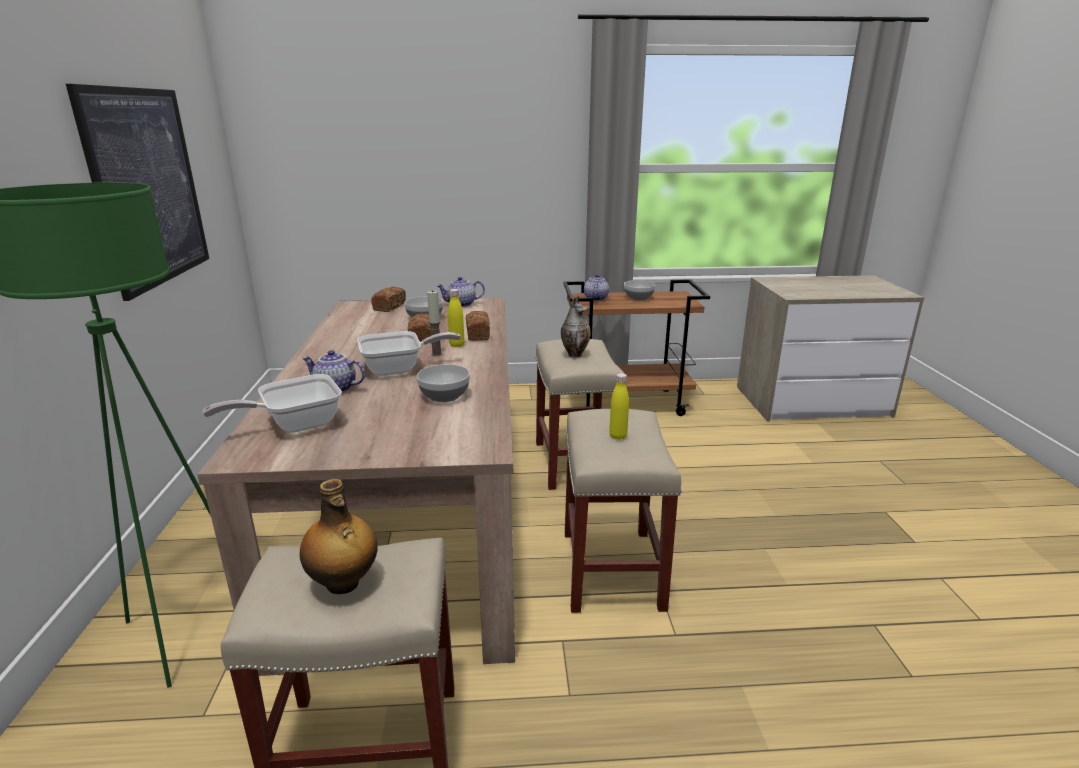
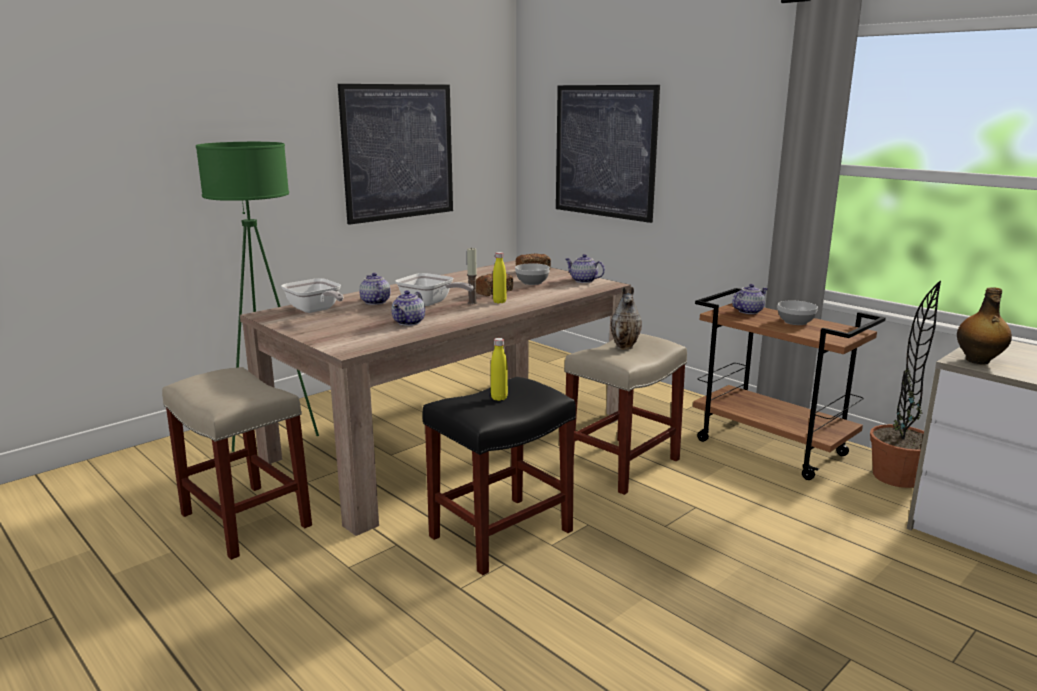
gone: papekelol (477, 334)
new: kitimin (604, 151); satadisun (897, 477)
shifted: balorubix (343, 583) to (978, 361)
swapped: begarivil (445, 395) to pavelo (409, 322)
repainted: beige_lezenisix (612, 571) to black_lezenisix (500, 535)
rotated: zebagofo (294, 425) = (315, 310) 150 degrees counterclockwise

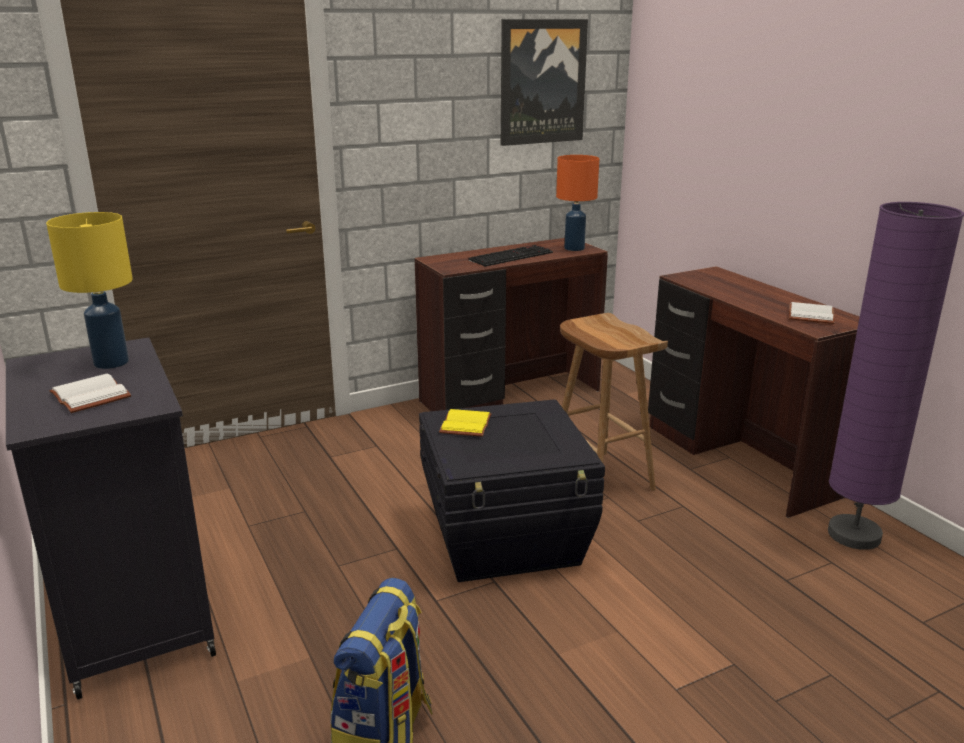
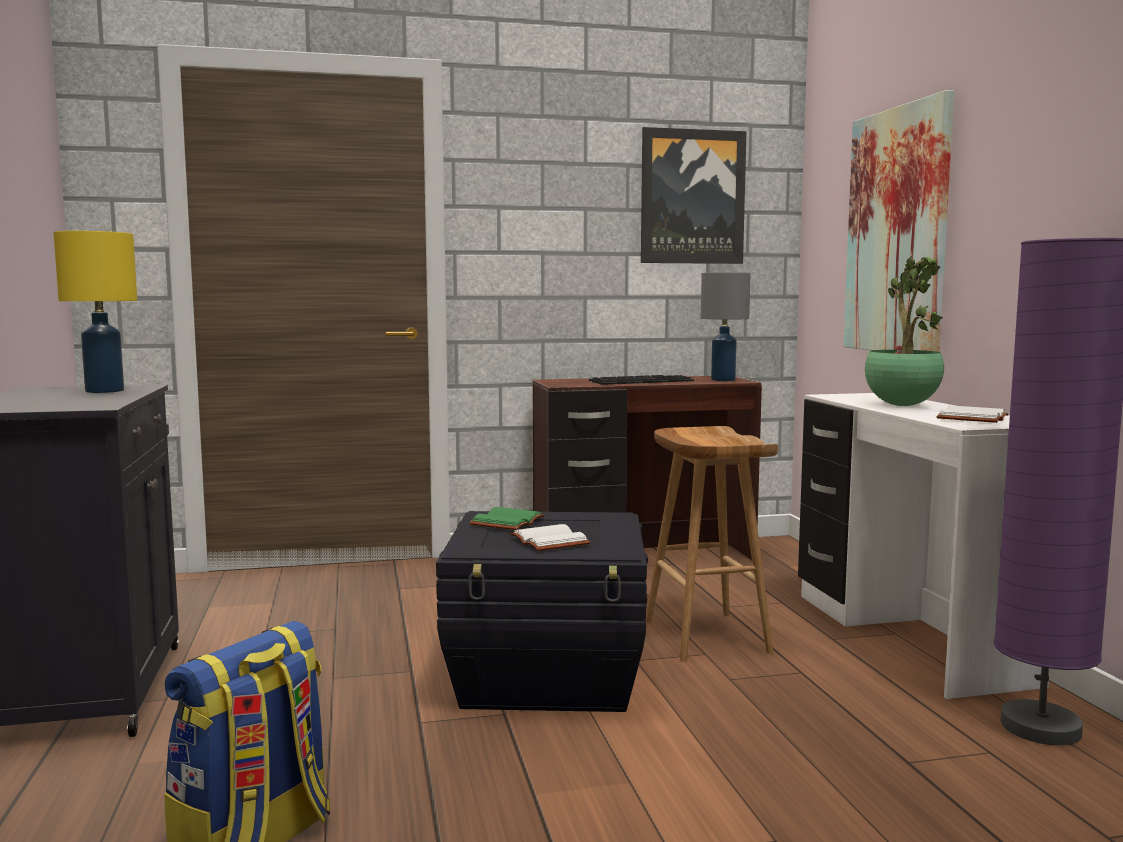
new: kitimin (897, 231); satadisun (900, 405)
shifted: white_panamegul (88, 396) to (547, 541)
repainted: yellow_panamegul (464, 424) to green_panamegul (506, 521); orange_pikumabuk (573, 248) to grey_pikumabuk (722, 380); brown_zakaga (737, 460) to white_zakaga (904, 637)

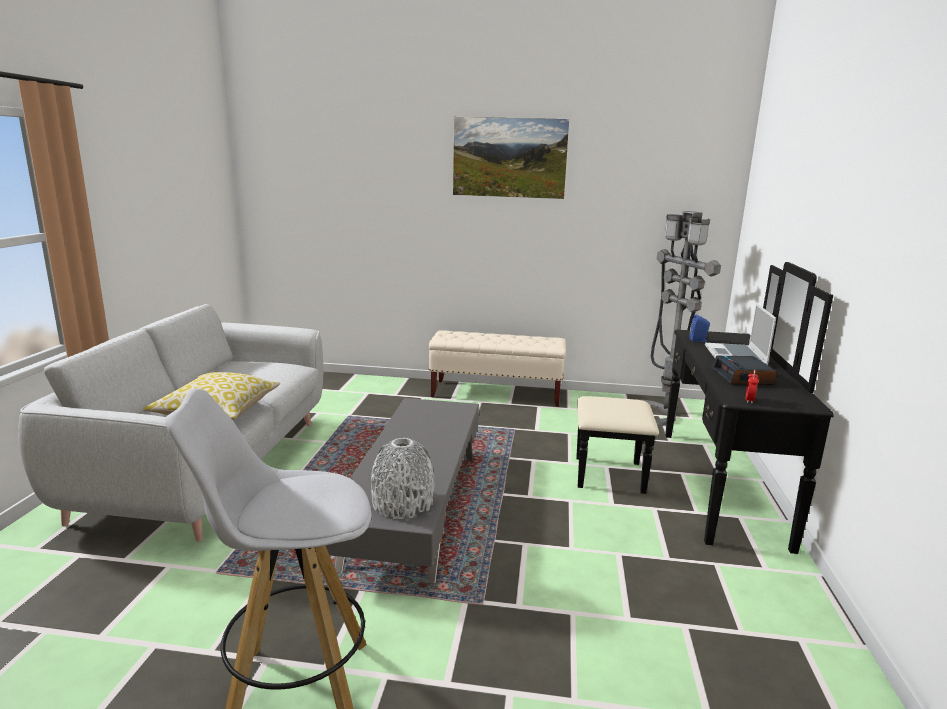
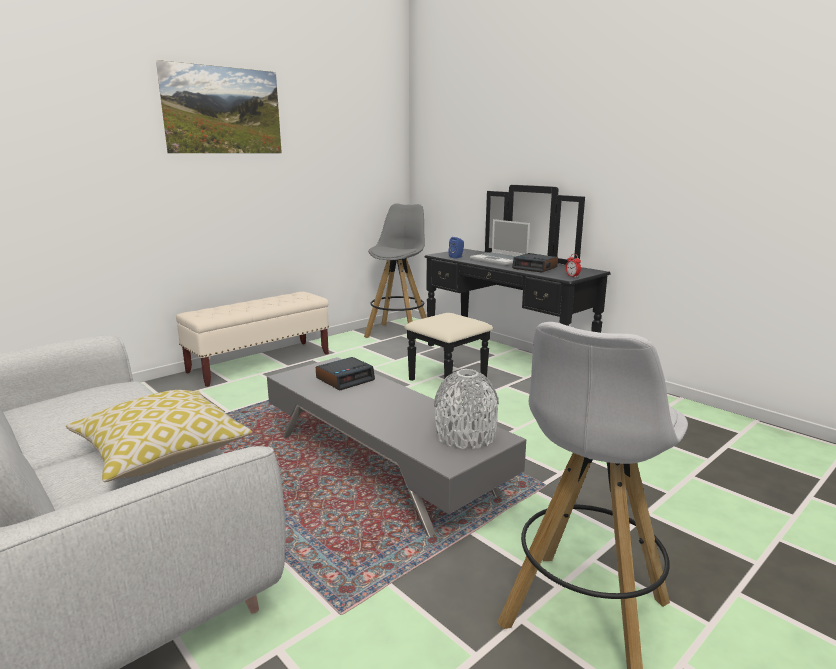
new: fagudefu (345, 379)
swapped: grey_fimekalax (662, 412) to grey_lezenisix (398, 333)

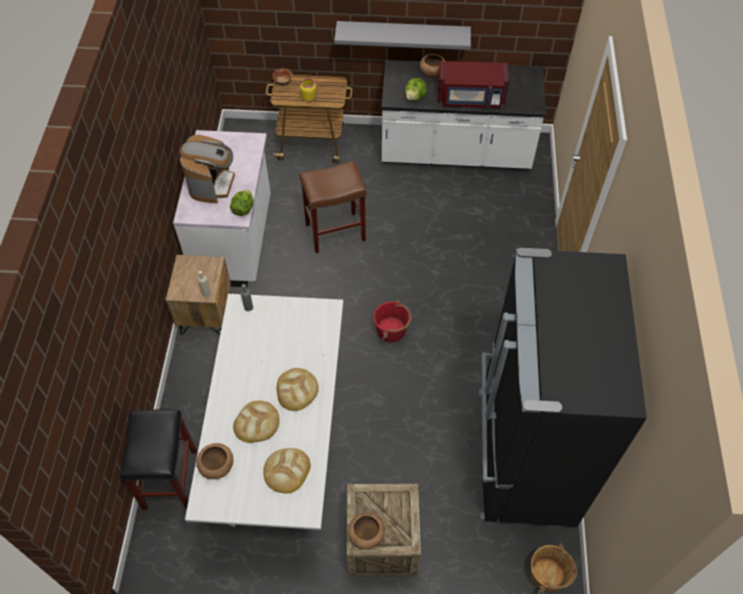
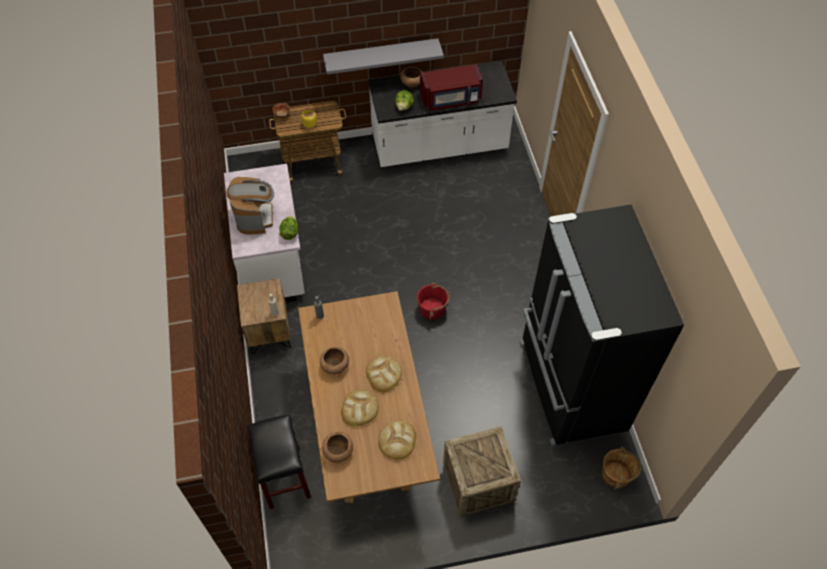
gone: brown_lezenisix (336, 231)
shifted: brown_begarivil (366, 534) to (335, 365)
repainted: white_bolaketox (278, 442) to brown_bolaketox (367, 425)

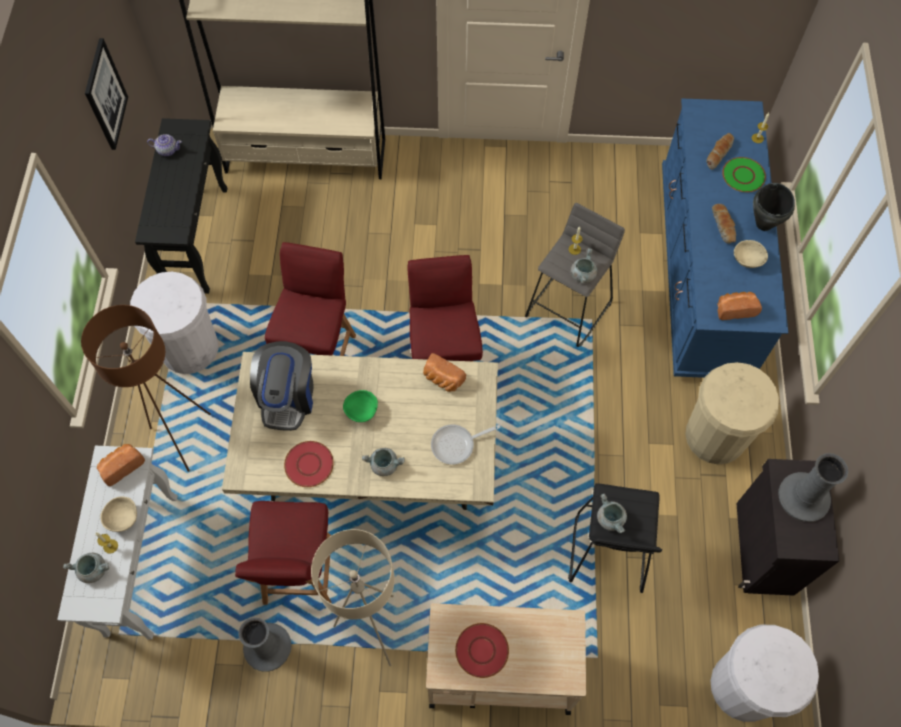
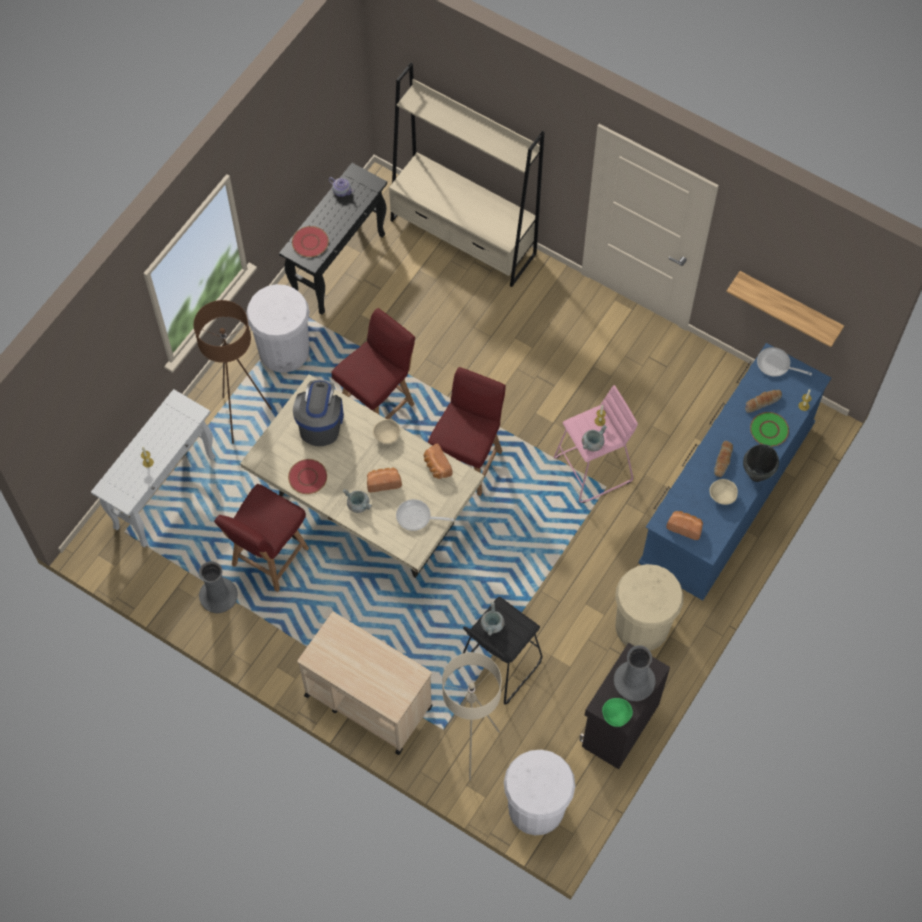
gone: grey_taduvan (93, 570); kitimin (105, 95)
new: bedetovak (789, 305); zebagofo (776, 365)
shifted: papekelol (122, 466) to (383, 482); beige_begarivil (123, 518) to (387, 436); beige_fimekalax (372, 630) to (470, 747); green_begarivil (361, 411) to (616, 715); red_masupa (481, 651) to (310, 242)
repainted: grey_lezenisix (568, 309) to pink_lezenisix (593, 469)
rotated: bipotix (287, 397) = (320, 423) 150 degrees clockwise

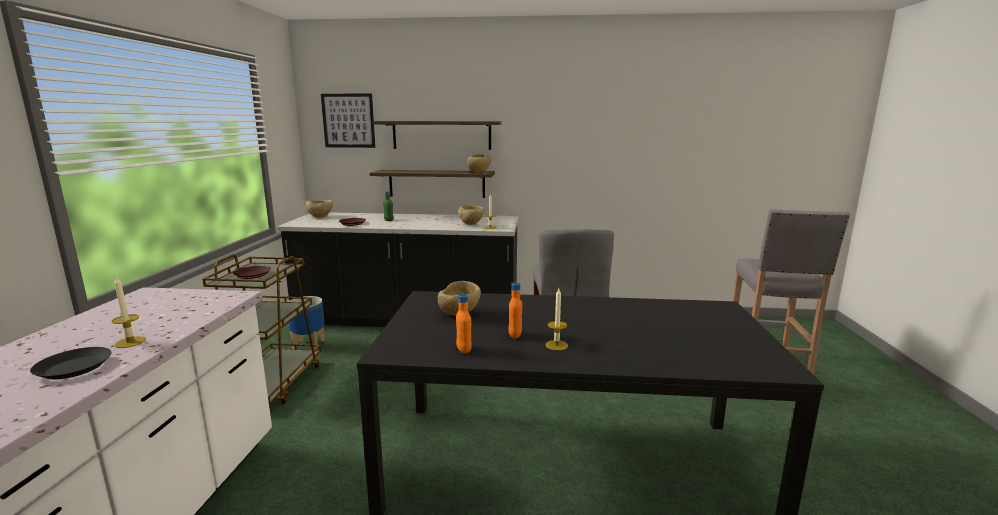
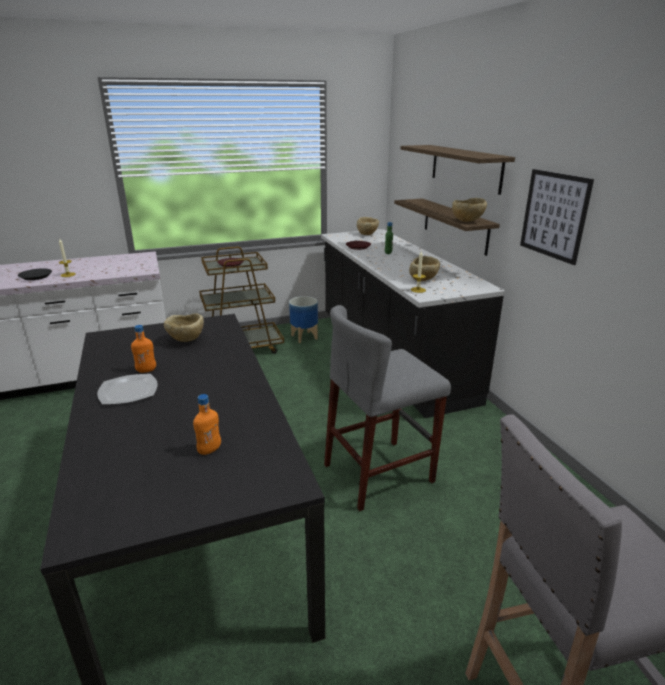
shifted: kitimin (348, 120) to (554, 215); orange_balorubix (464, 350) to (209, 450)
swapped: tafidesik (556, 345) to masupa (128, 391)

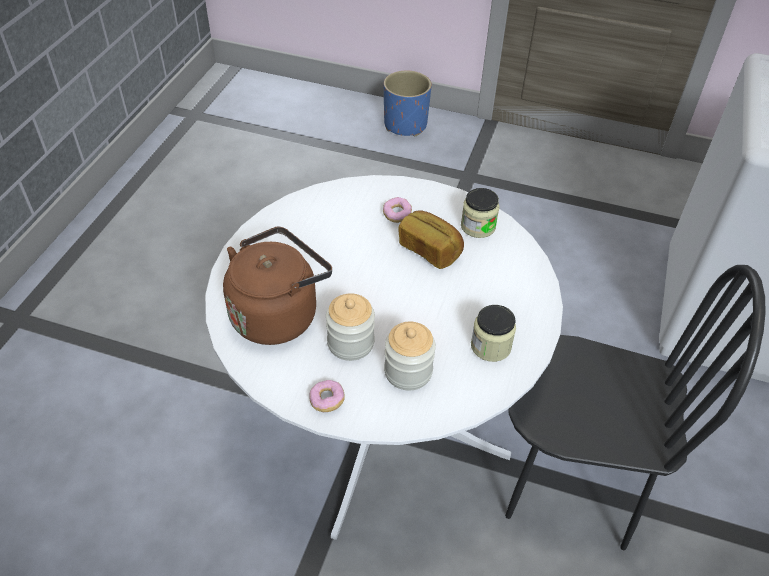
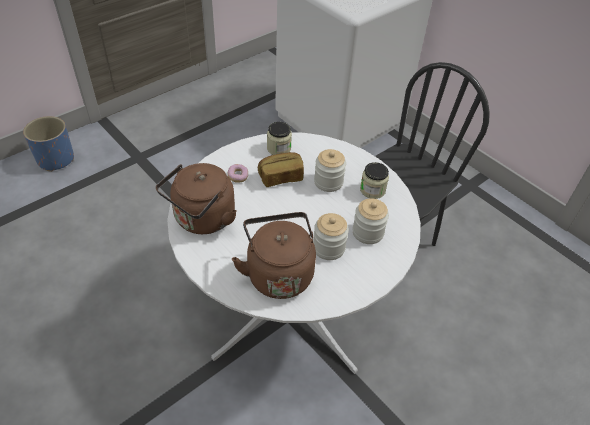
gone: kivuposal (327, 400)
new: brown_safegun (202, 220); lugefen (328, 182)

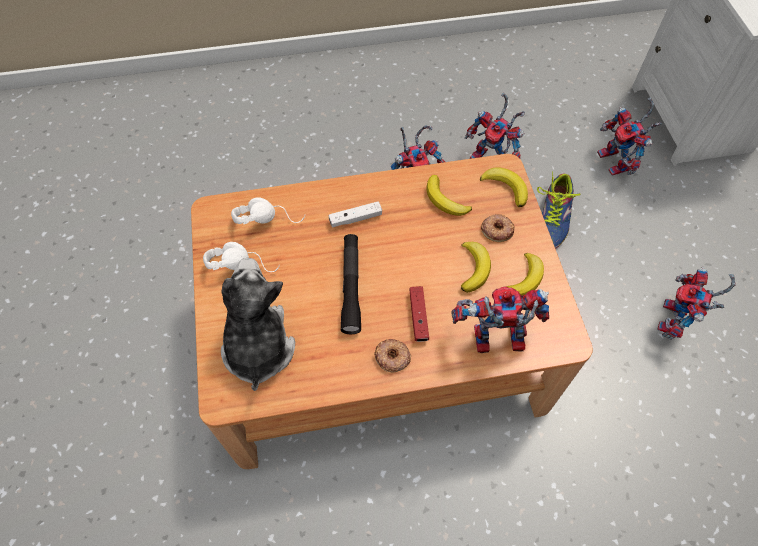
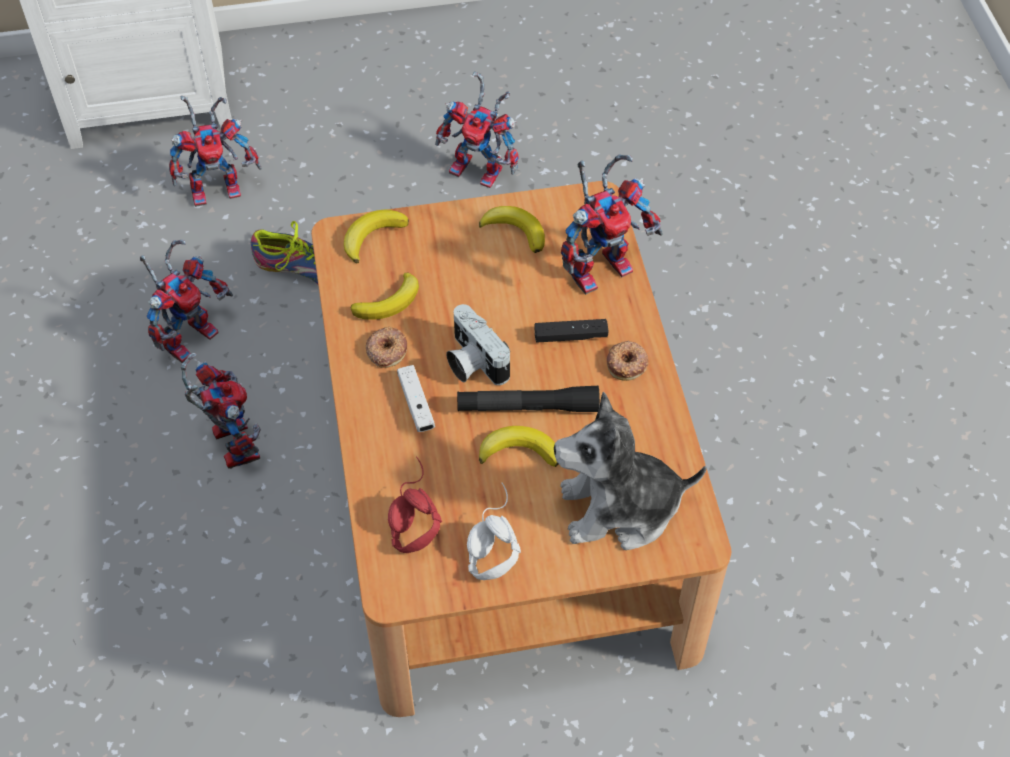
new: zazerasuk (472, 362)
shifted: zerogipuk (474, 268) to (519, 451); kivuposal (497, 230) to (386, 350)
repainted: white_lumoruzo (269, 217) to red_lumoruzo (409, 512); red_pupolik (418, 317) to black_pupolik (570, 336)
rotated: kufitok (494, 342) = (602, 265) 120 degrees counterclockwise

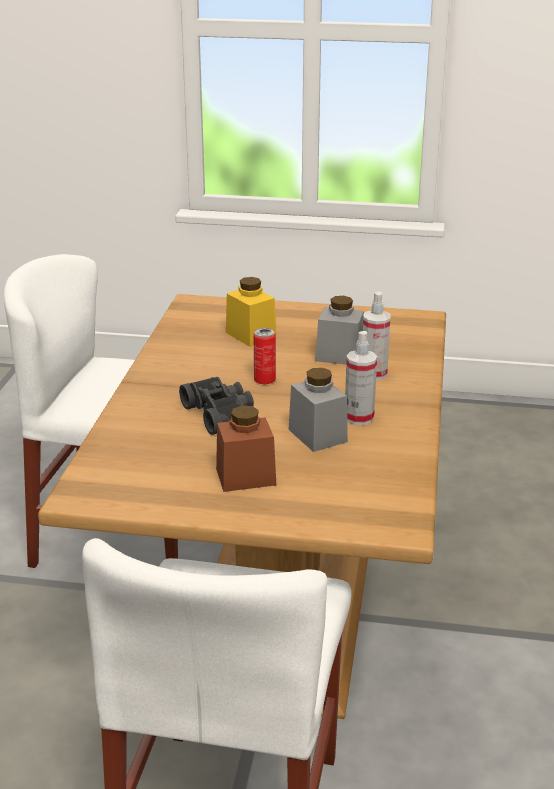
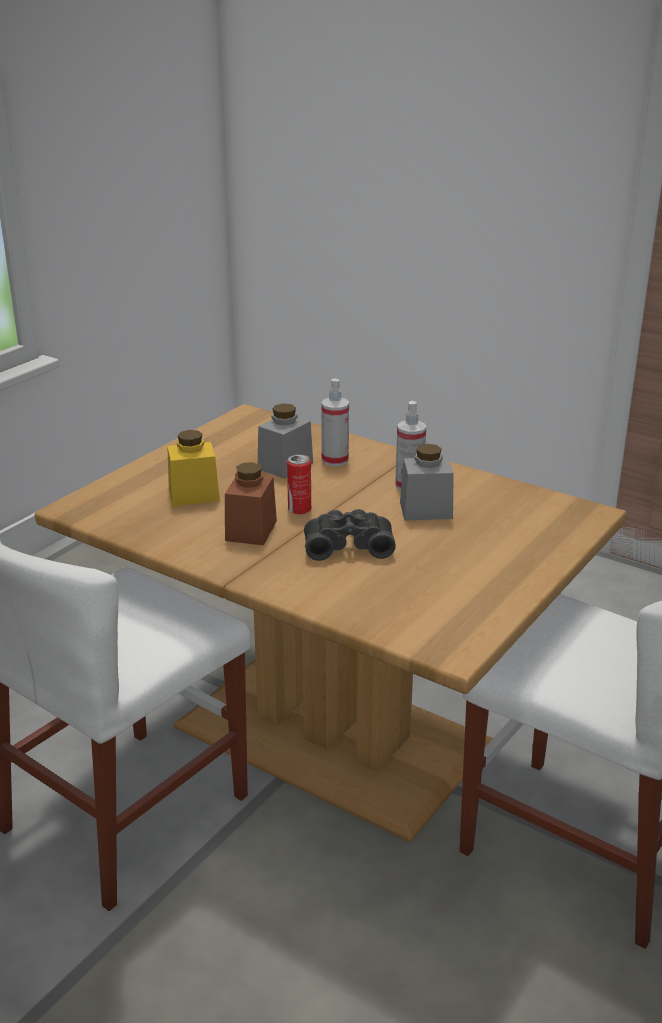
shifted: brown_lugefen (246, 477) to (251, 531)

